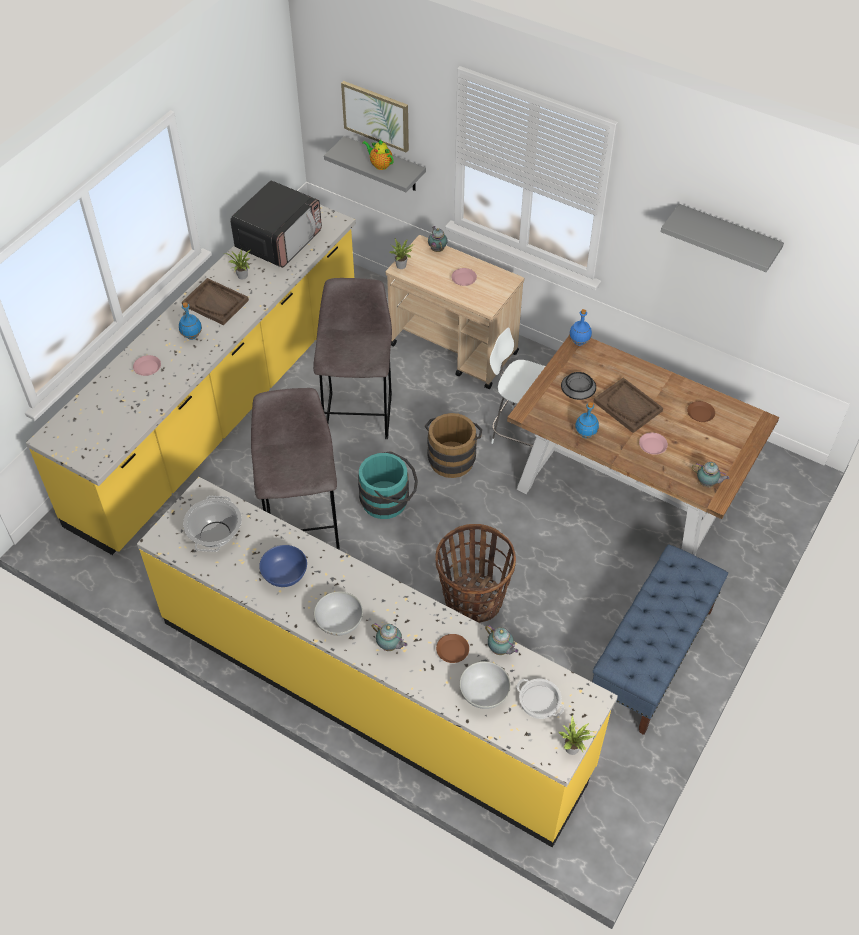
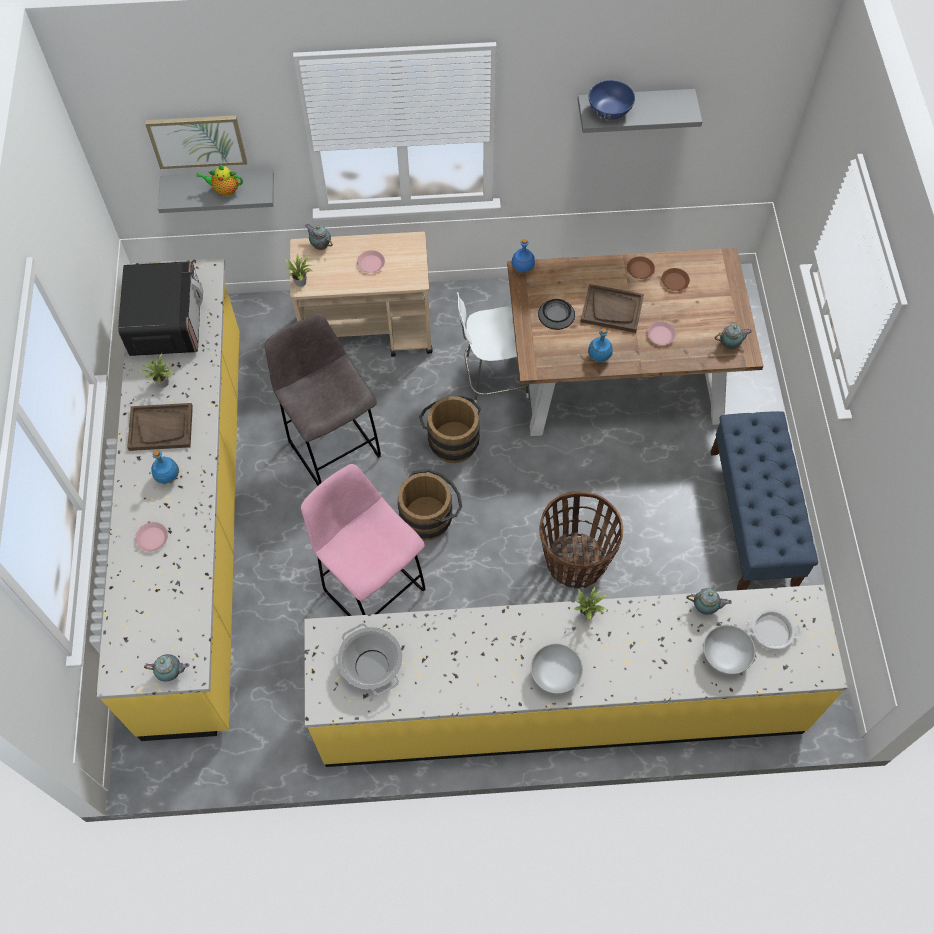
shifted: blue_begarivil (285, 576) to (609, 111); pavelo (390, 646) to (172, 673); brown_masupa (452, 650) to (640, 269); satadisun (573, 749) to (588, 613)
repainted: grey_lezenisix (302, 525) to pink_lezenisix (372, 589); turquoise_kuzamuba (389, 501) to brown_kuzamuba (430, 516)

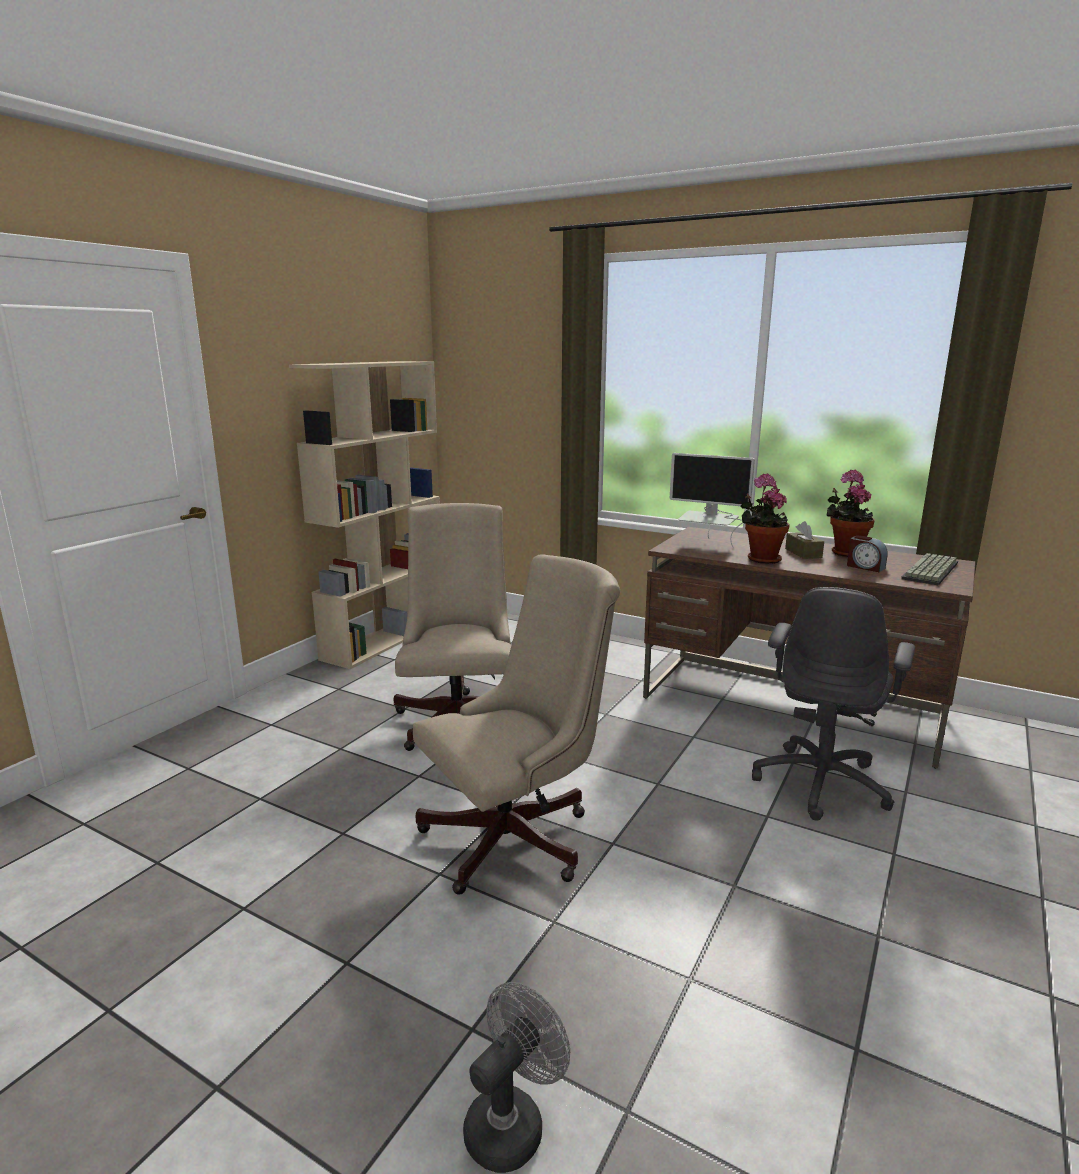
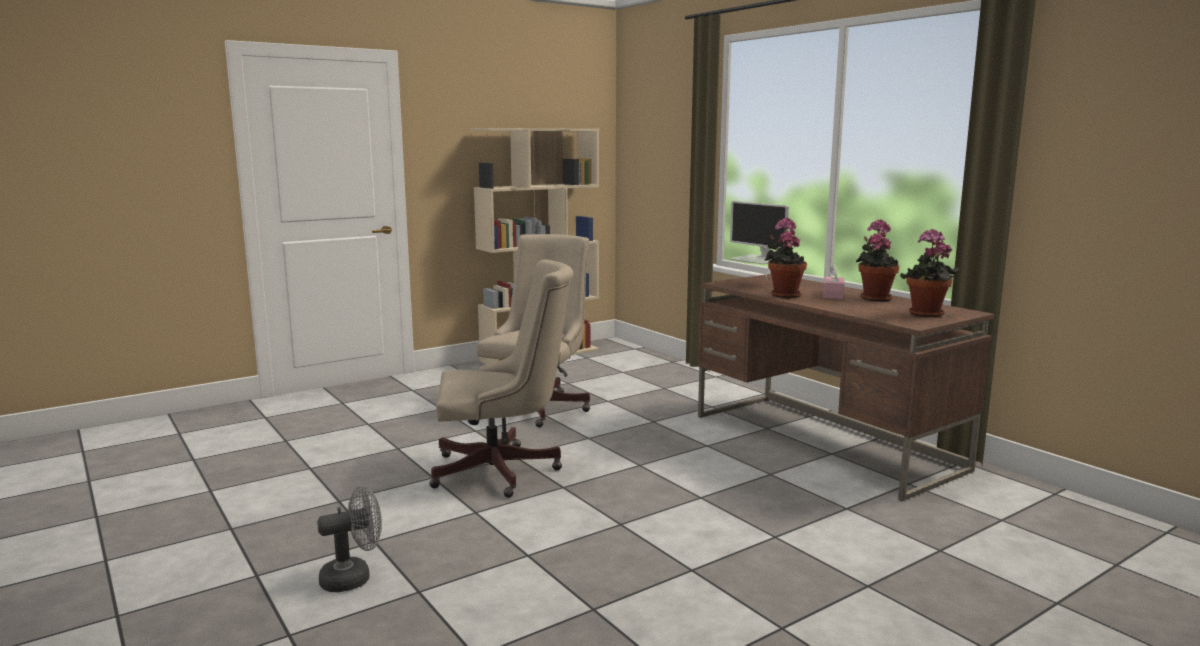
gone: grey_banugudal (822, 783); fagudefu (865, 567)
swapped: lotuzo (932, 571) to satadisun (925, 315)
repainted: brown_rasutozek (803, 553) to pink_rasutozek (833, 295)

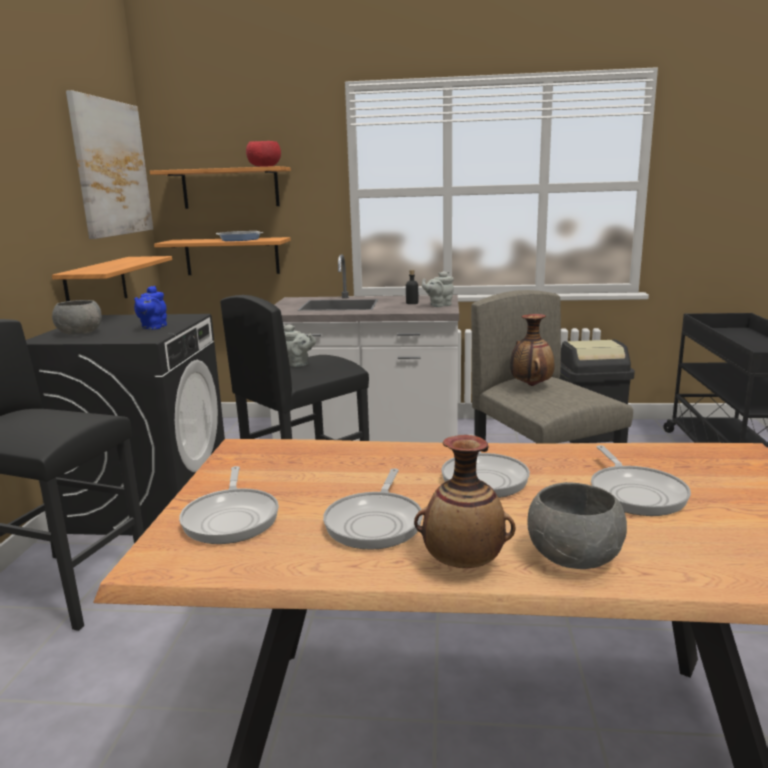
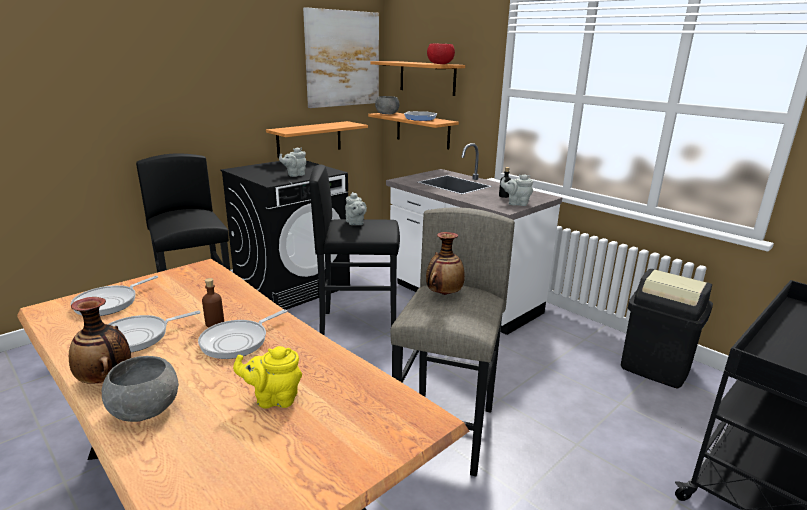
new: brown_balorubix (214, 323)
shifted: grey_begarivil (80, 333) to (387, 114)
swapped: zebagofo (635, 493) to yellow_pavelo (274, 399)
repainted: blue_pavelo (153, 327) to grey_pavelo (295, 175)

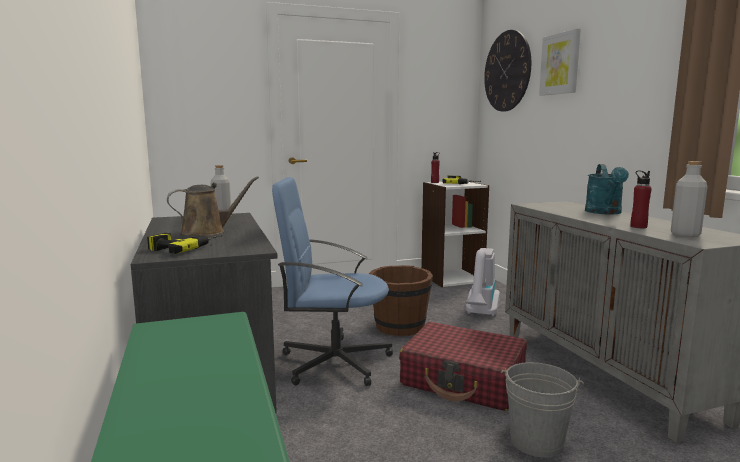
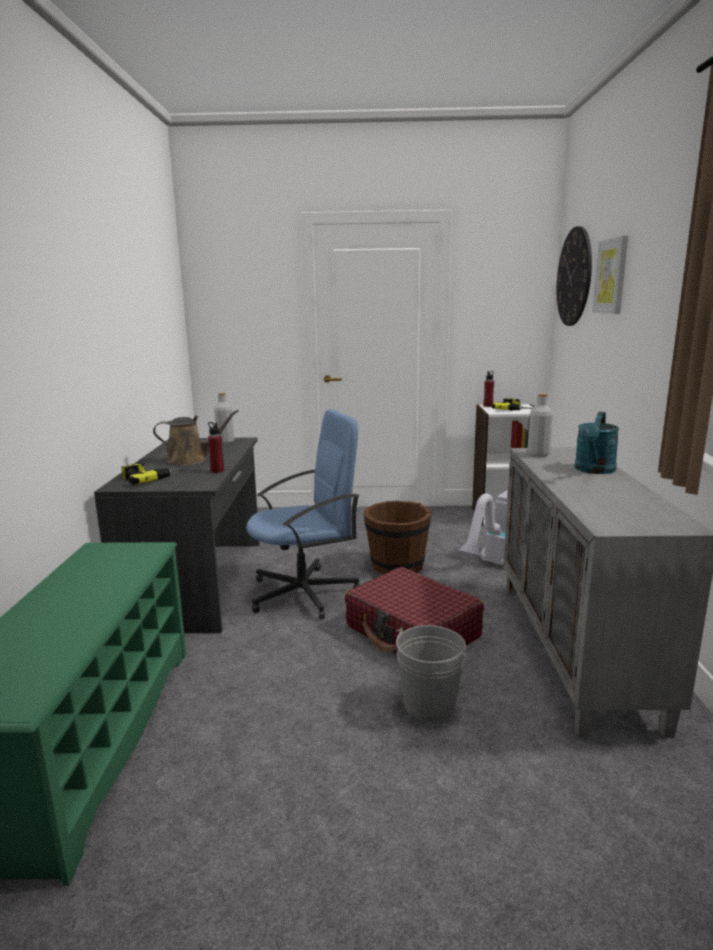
shifted: red_balorubix (638, 227) to (217, 471); grey_balorubix (685, 235) to (538, 454)
rotated: blue_banugudal (333, 362) = (305, 593) 135 degrees clockwise

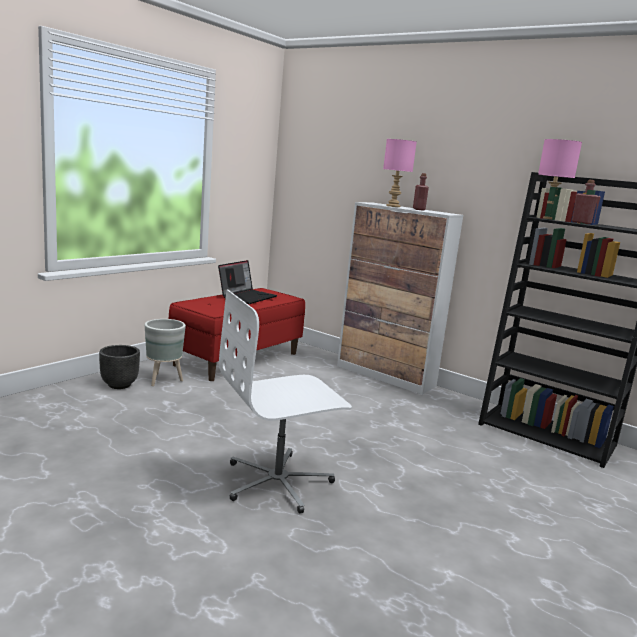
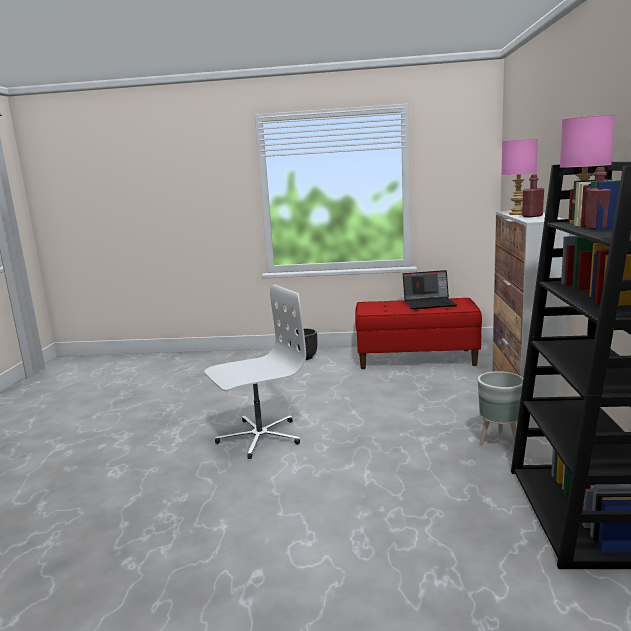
shifted: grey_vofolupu (164, 380) to (500, 442)
rotated: white_banugudal (278, 482) = (259, 437) 120 degrees clockwise

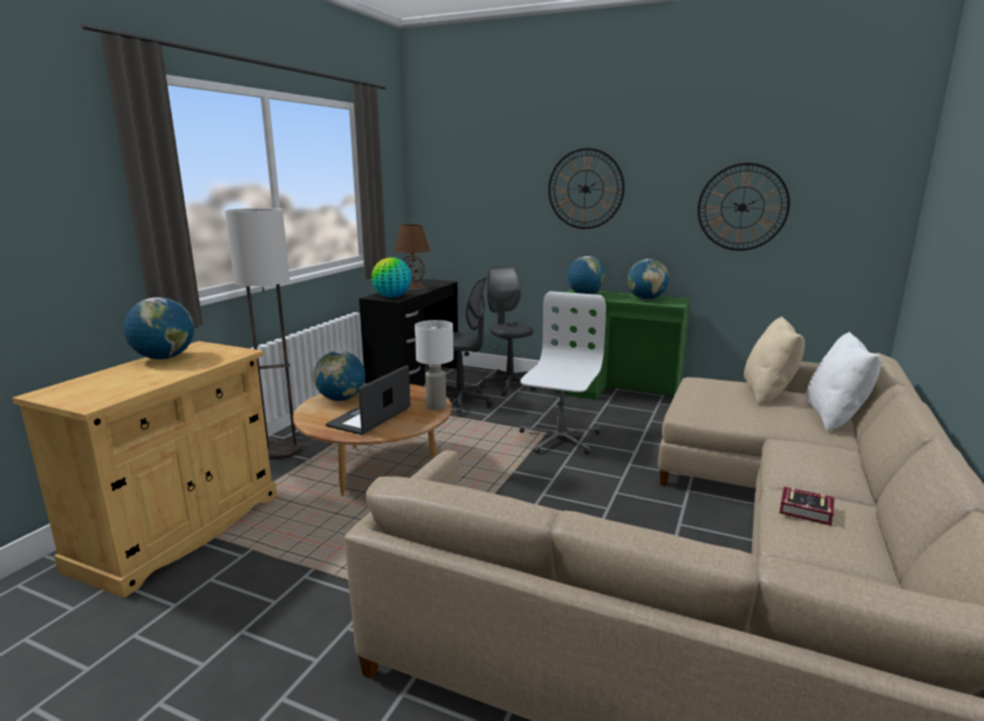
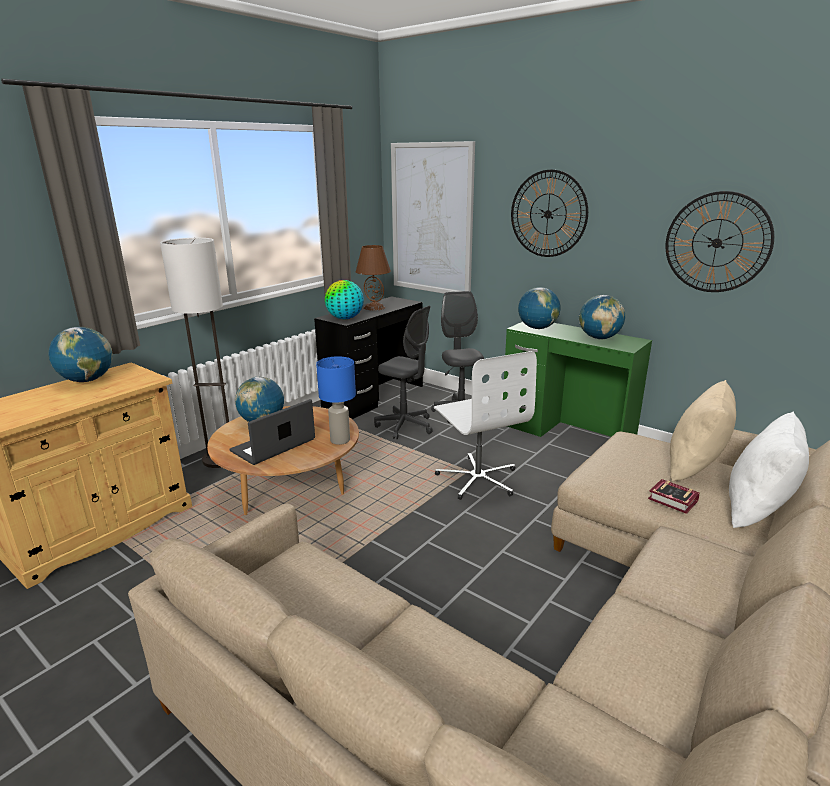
new: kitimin (432, 219)
shifted: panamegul (808, 512) to (674, 501)
repainted: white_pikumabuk (436, 406) to blue_pikumabuk (340, 440)
rotated: white_banugudal (559, 438) = (478, 478) 120 degrees clockwise

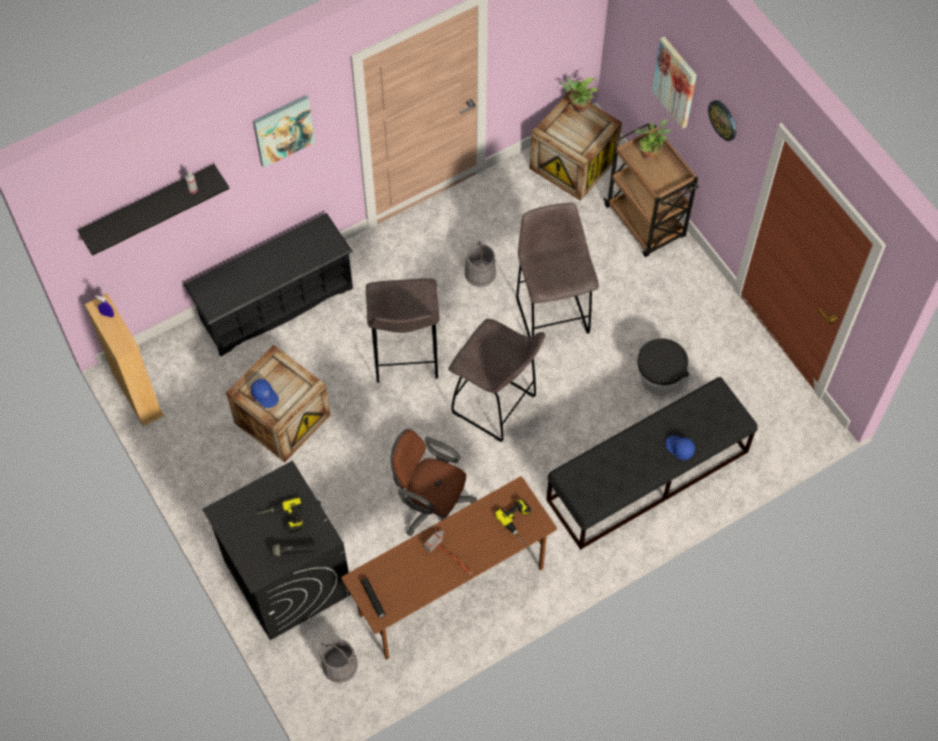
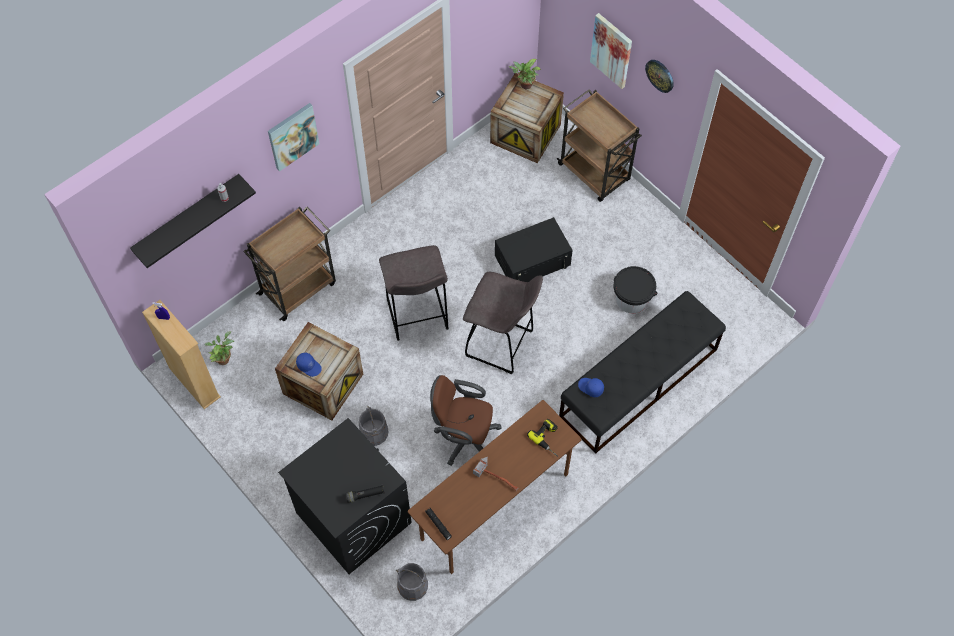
gone: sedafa (282, 519)
shifted: grey_kuzamuba (480, 273) to (373, 432); satadisun (649, 152) to (223, 358); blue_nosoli (679, 448) to (590, 388)
swapped: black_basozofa (275, 304) to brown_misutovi (298, 287); grey_lezenisix (552, 313) to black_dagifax (532, 260)

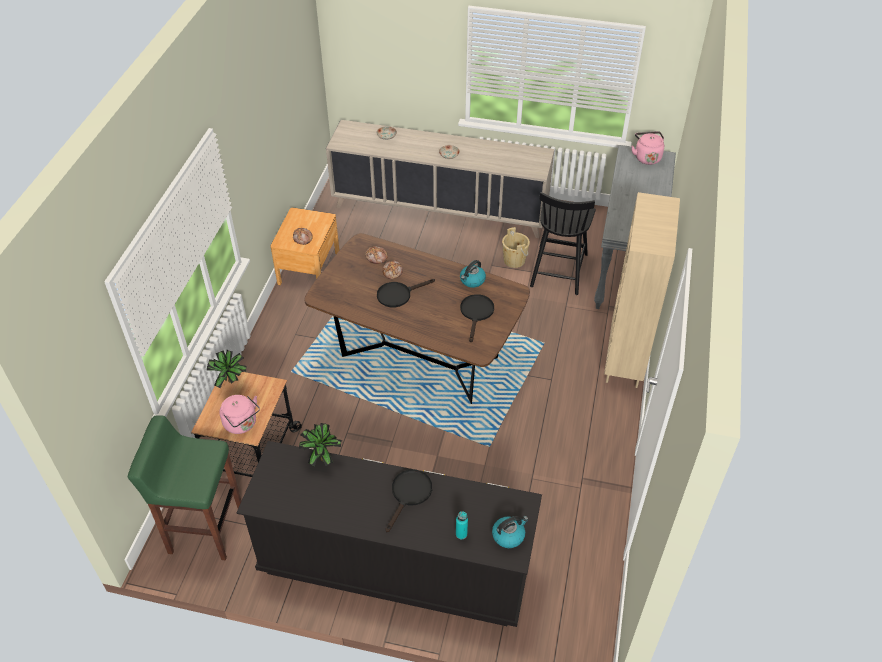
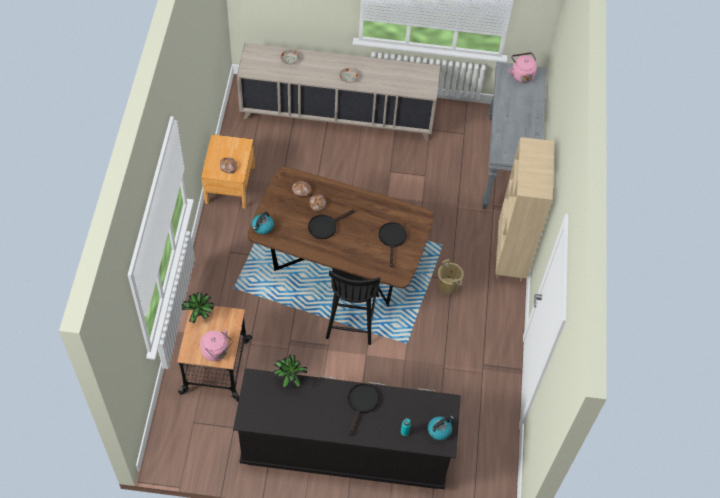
gone: green_lezenisix (204, 529)
shifted: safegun (472, 280) to (262, 227); beige_kuzamuba (514, 260) to (448, 285); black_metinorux (558, 269) to (352, 315)

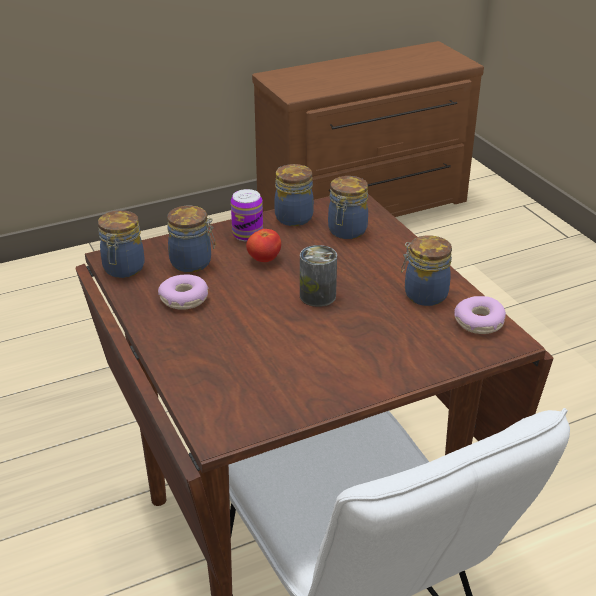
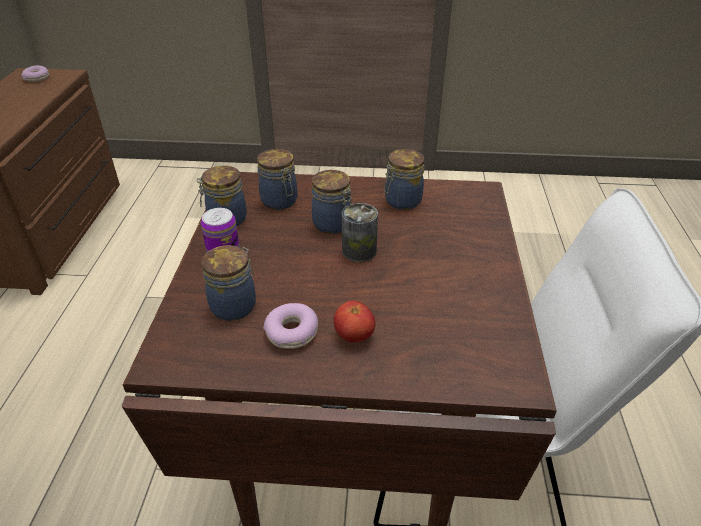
shifted: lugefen (123, 269) to (333, 225); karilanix (264, 259) to (354, 336); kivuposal (479, 322) to (37, 78)

